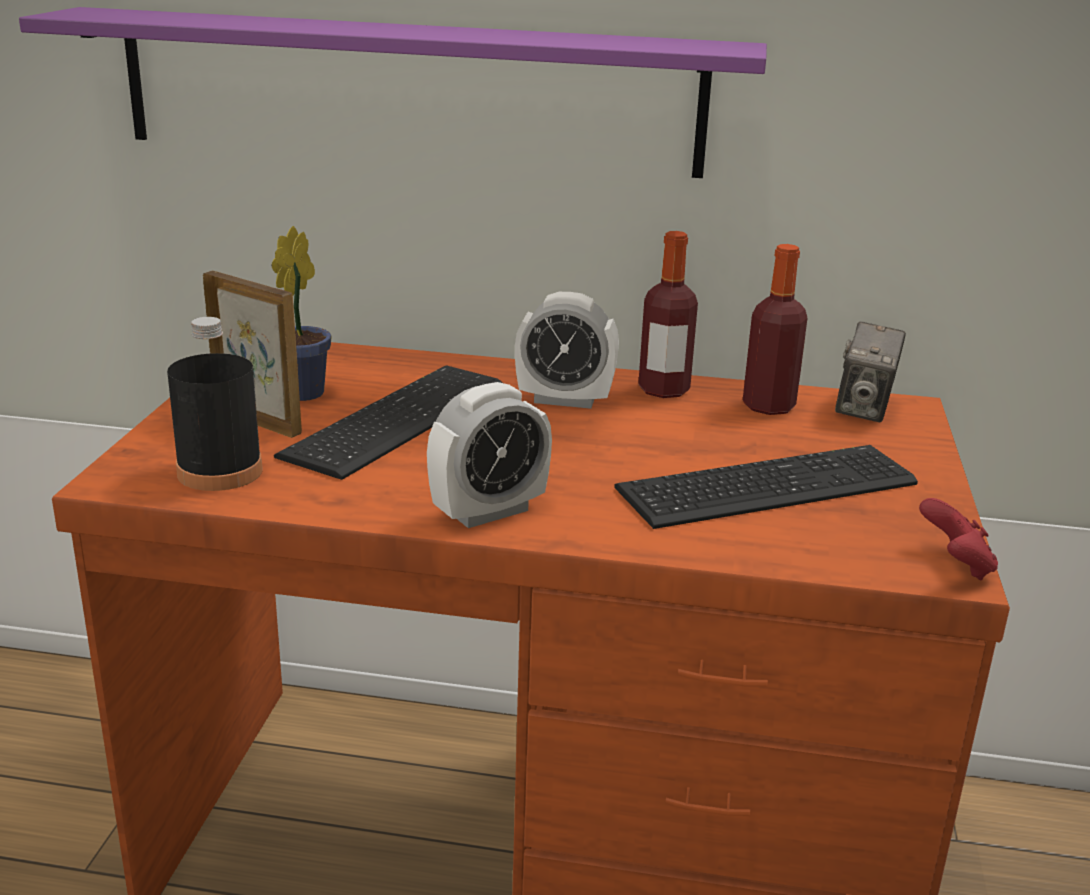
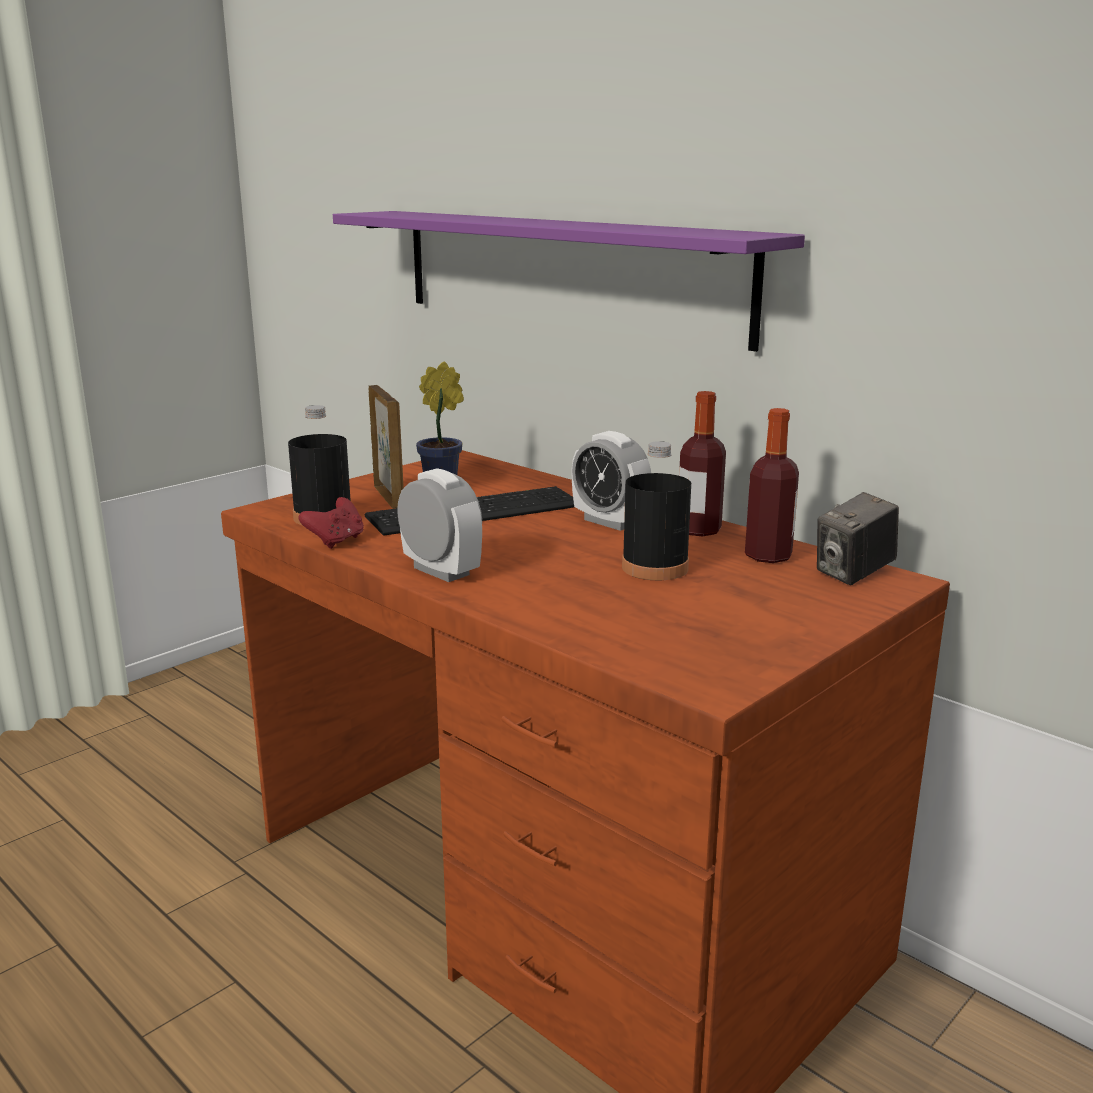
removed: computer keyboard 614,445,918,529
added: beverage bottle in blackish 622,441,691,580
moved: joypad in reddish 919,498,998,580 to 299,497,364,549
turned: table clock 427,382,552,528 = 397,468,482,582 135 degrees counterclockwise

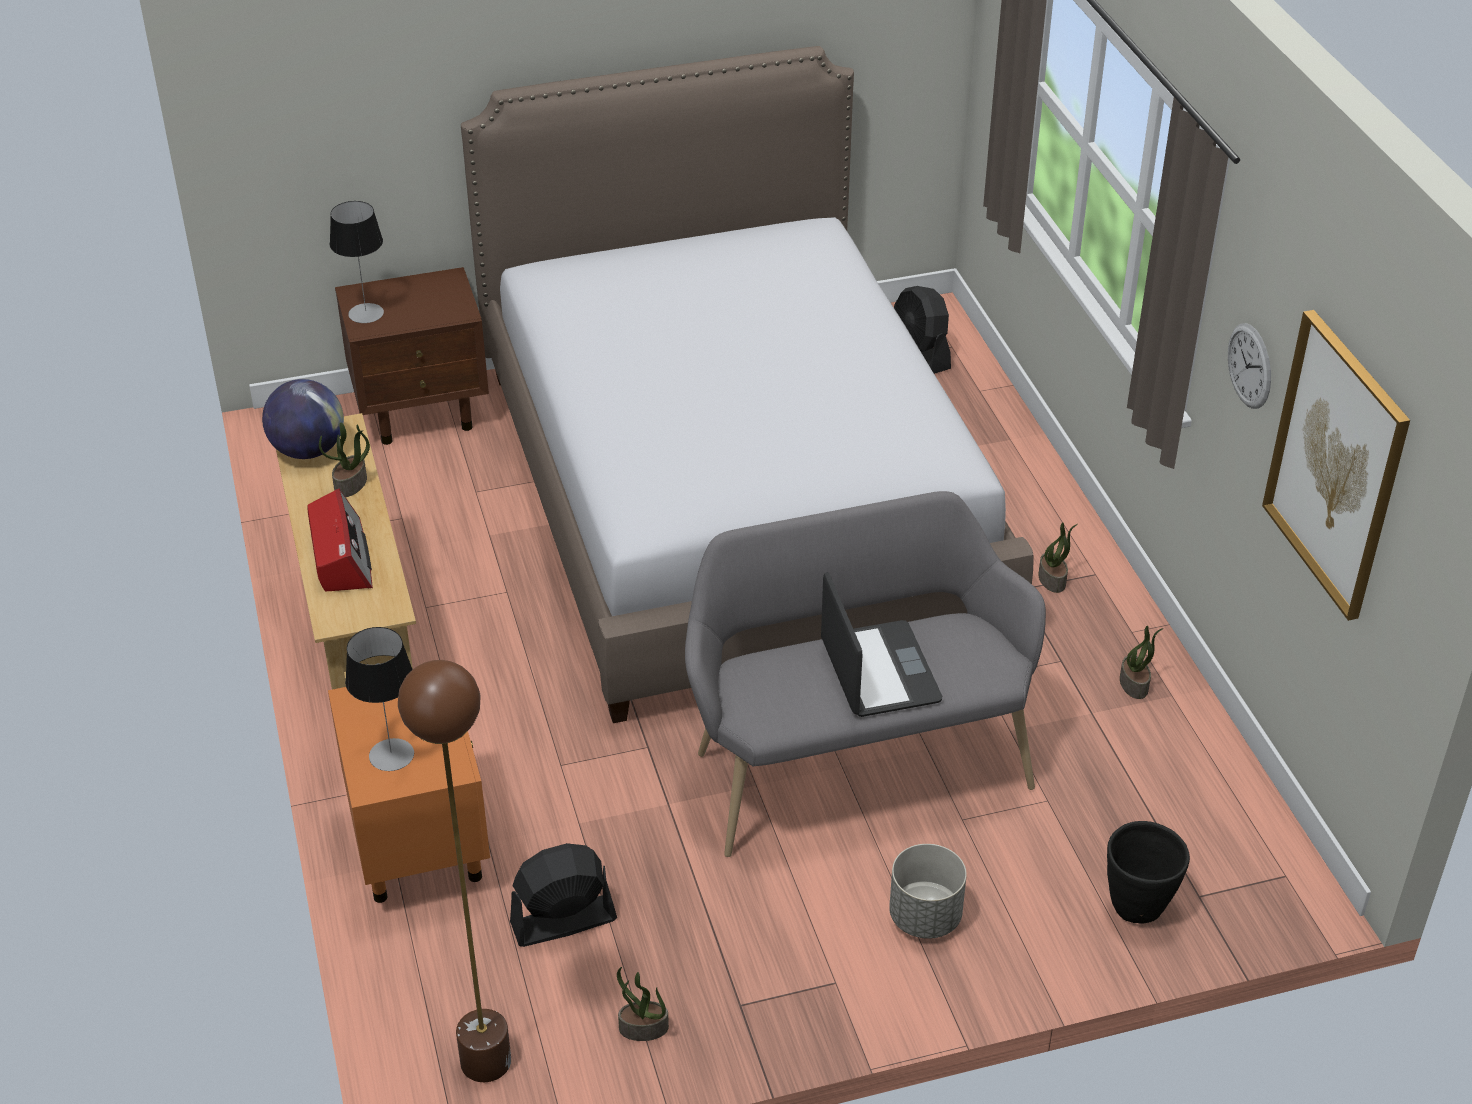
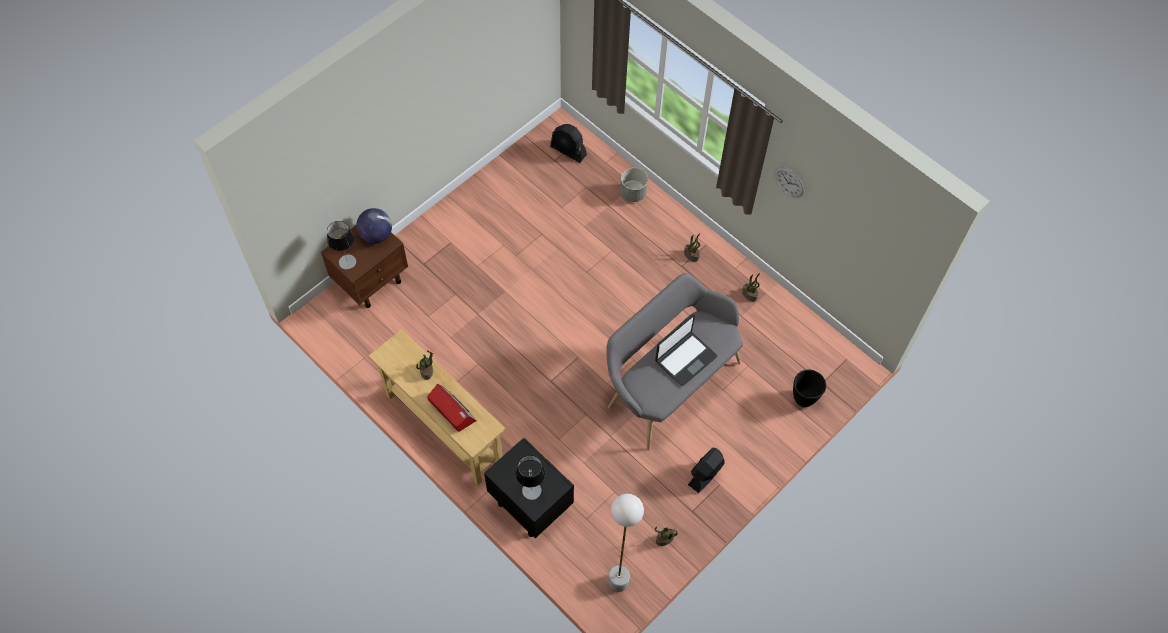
removed: bed 461,46,1033,723; picture 1262,310,1410,621
moved: world globe 262,379,344,459 to 356,208,392,243; cooling fan in blackish 510,843,617,947 to 688,448,725,493; flower pot in gray 889,844,967,939 to 620,168,648,202
recoloured: bedside table in orange-coloured 328,687,490,903 to bedside table in blackish 484,438,574,538; floor lamp in brown 398,660,511,1082 to floor lamp in white-coloured 608,494,644,592
turned: notebook computer 821,572,942,717 = 655,314,717,386 90 degrees clockwise

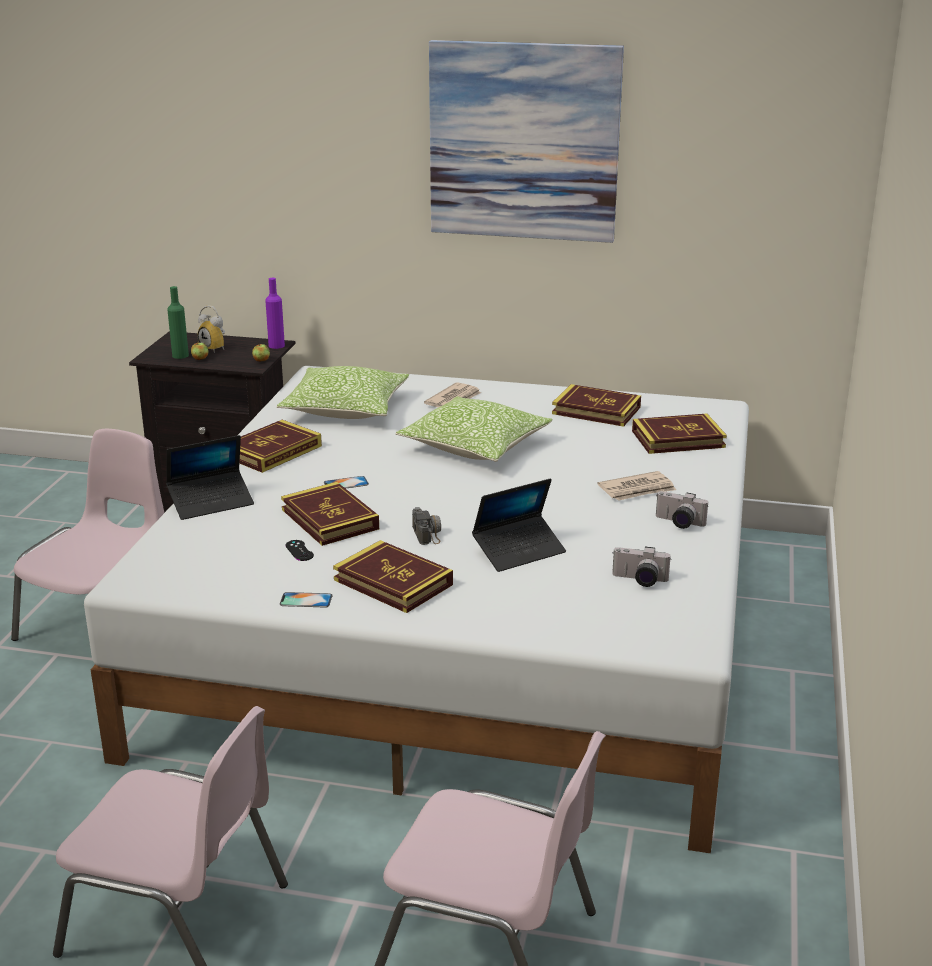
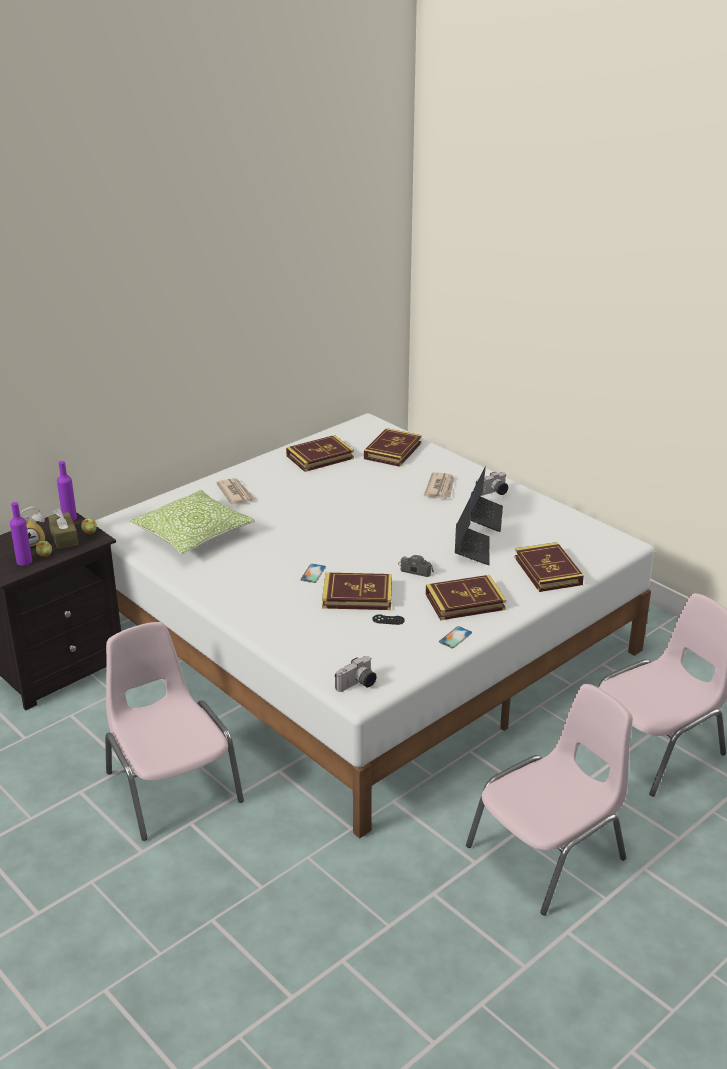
removed: throw pillow 395,396,553,462; picture 429,40,624,243
added: box of tissues in brown 48,508,79,549
moved: notebook computer 166,435,254,520 to 471,467,503,532; bound book 239,420,322,473 to 515,542,584,592; still camera 612,547,671,587 to 335,656,377,692
recoloured: beverage bottle in green-coloured 167,286,189,359 to beverage bottle in purplish 10,502,32,566

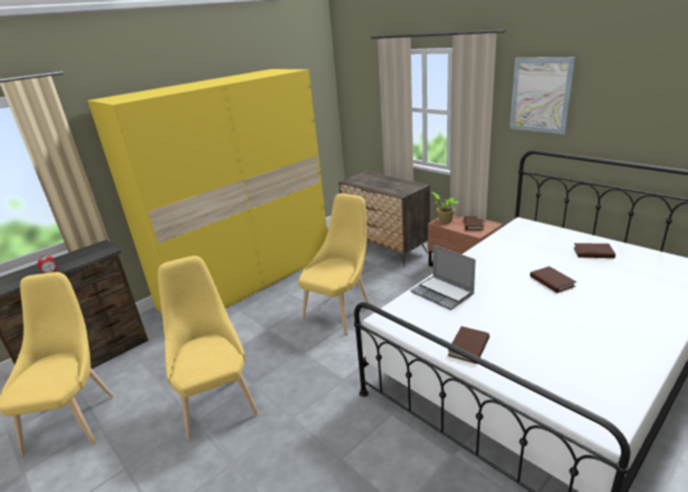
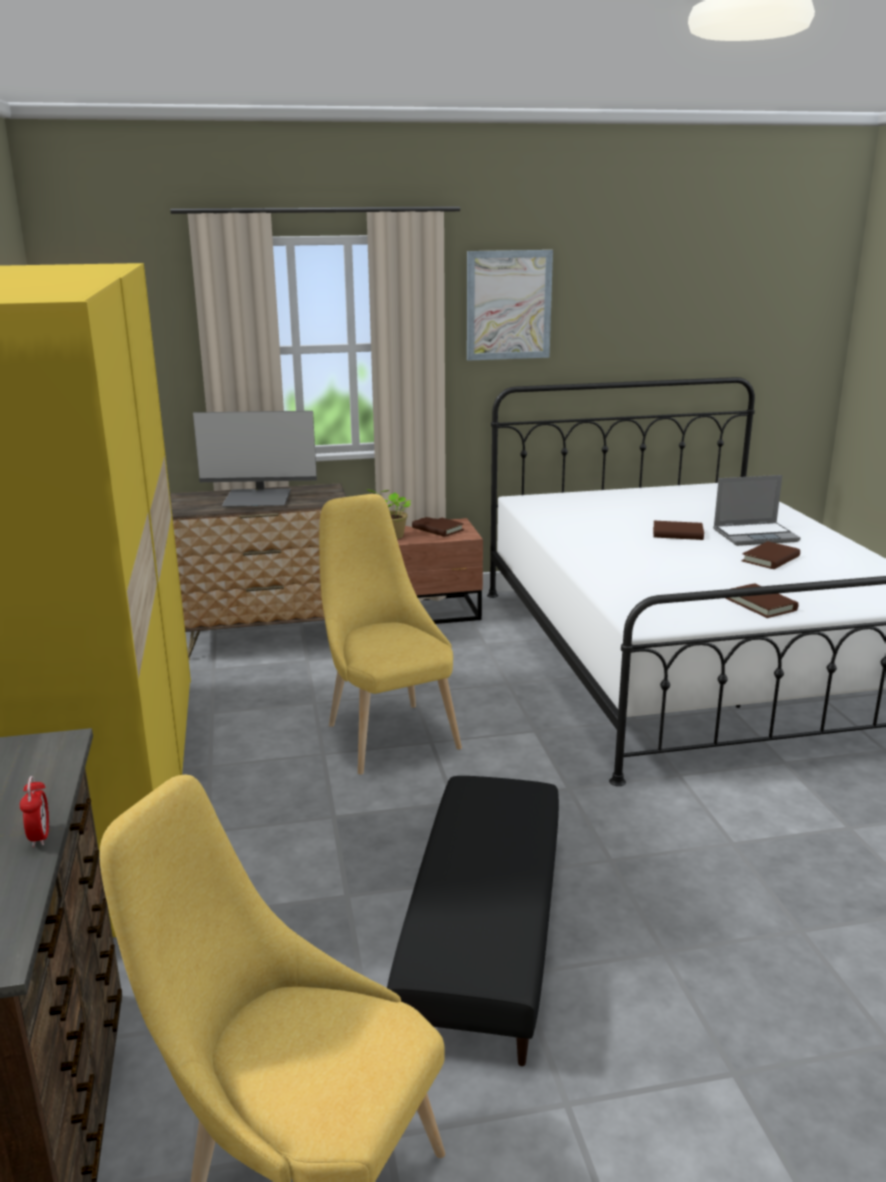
added: computer display 193,411,317,507
moved: notebook computer 411,245,476,310 to 713,475,800,546; bound book in brown 574,243,616,258 to 742,541,800,569
replaced: plain chair in yellow-coloured 158,256,259,441 to pouffe in blackish 387,776,559,1066

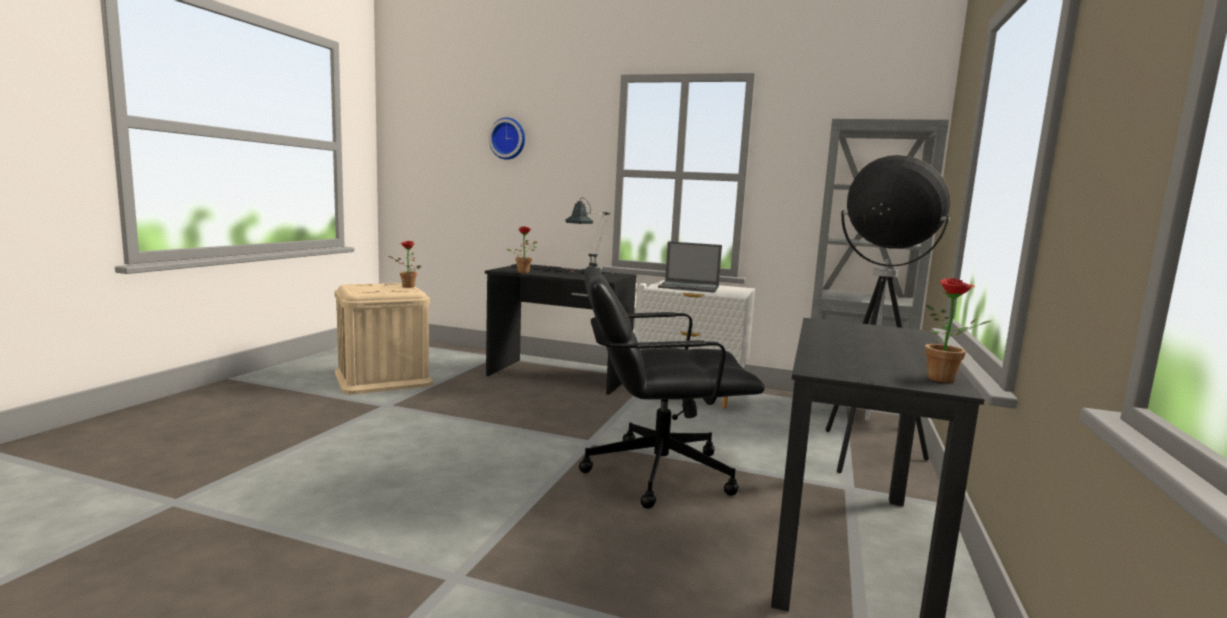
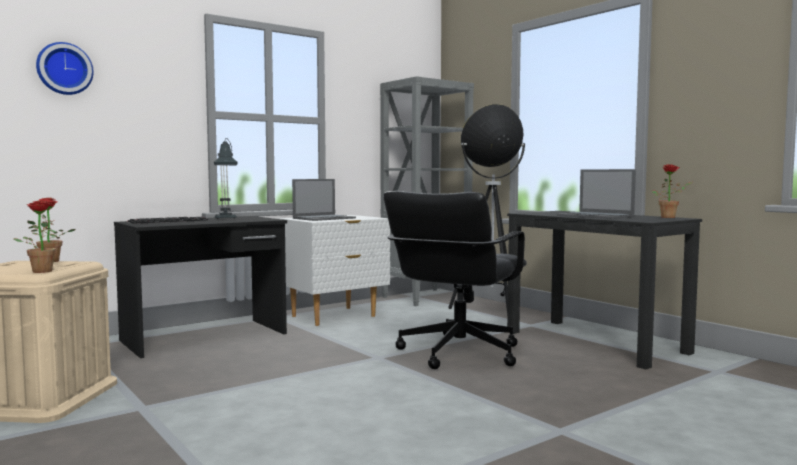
added: notebook computer 556,169,636,219
moved: plant in a pot 507,226,537,273 to 14,200,57,273

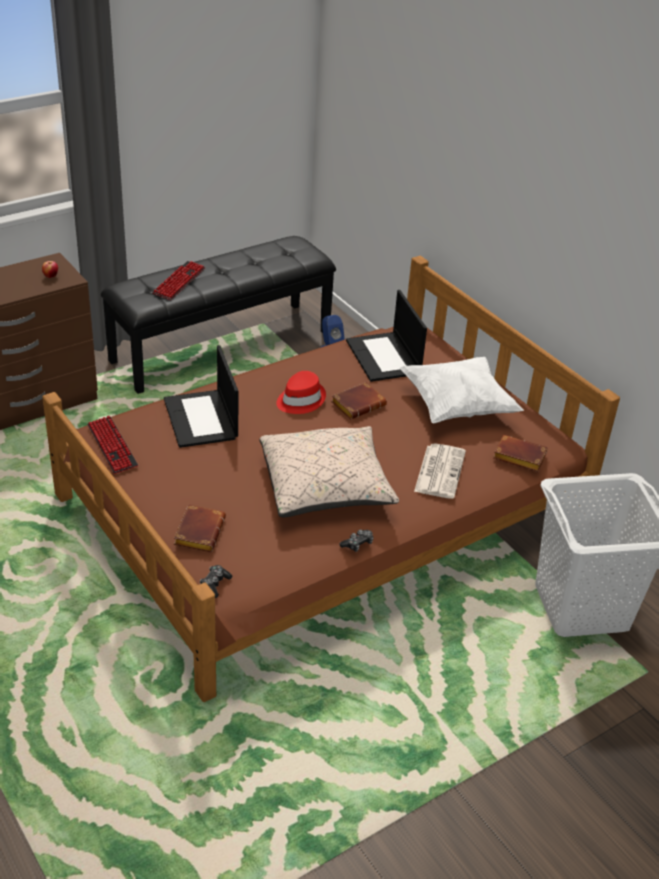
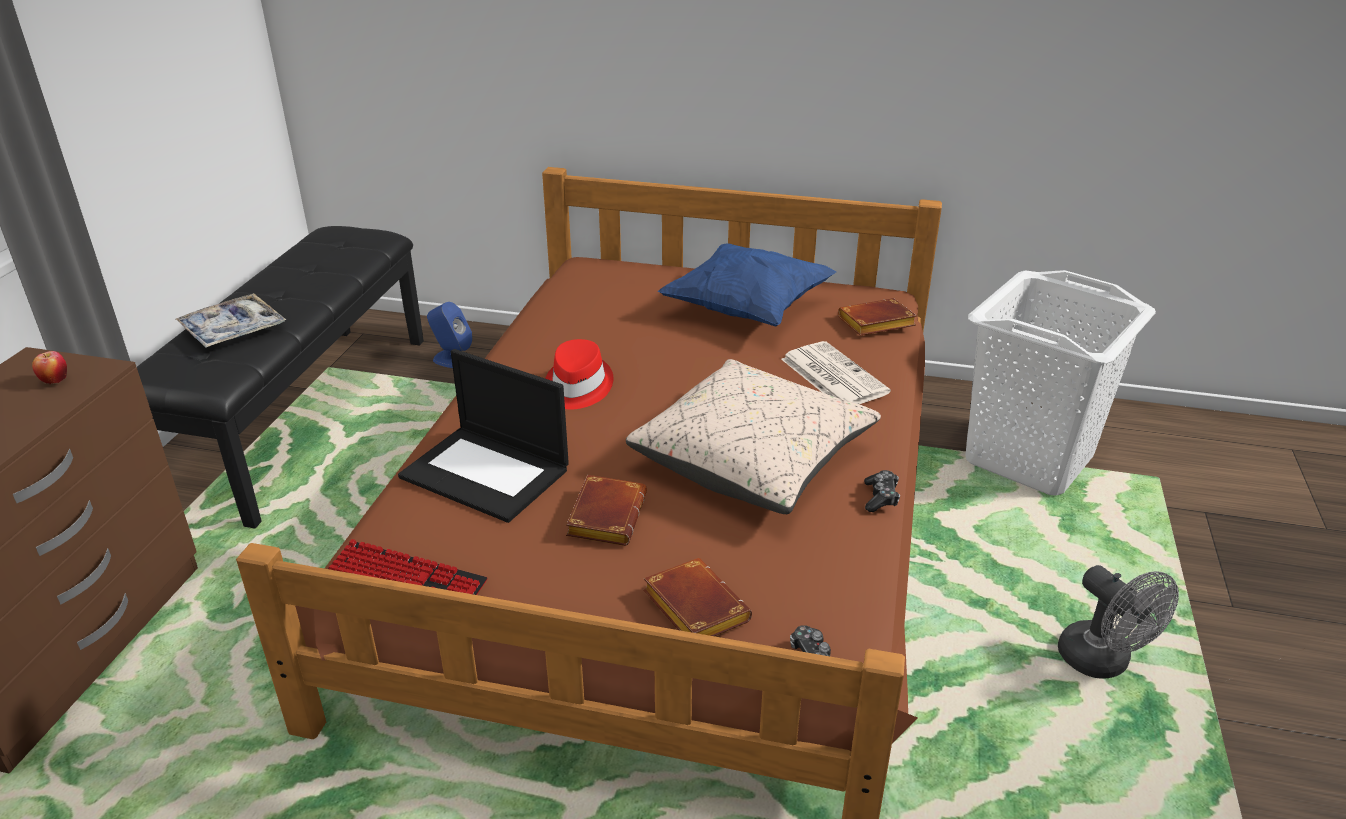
removed: notebook computer 346,290,427,382
added: cooling fan in gray 1058,565,1179,679
moved: bound book in brown 331,382,387,419 to 566,475,647,546
replaced: computer keyboard 152,261,205,300 to serving tray 175,293,286,348
recoloured: throw pillow in white-coloured 400,357,524,424 to throw pillow in blue-coloured 658,243,837,327

